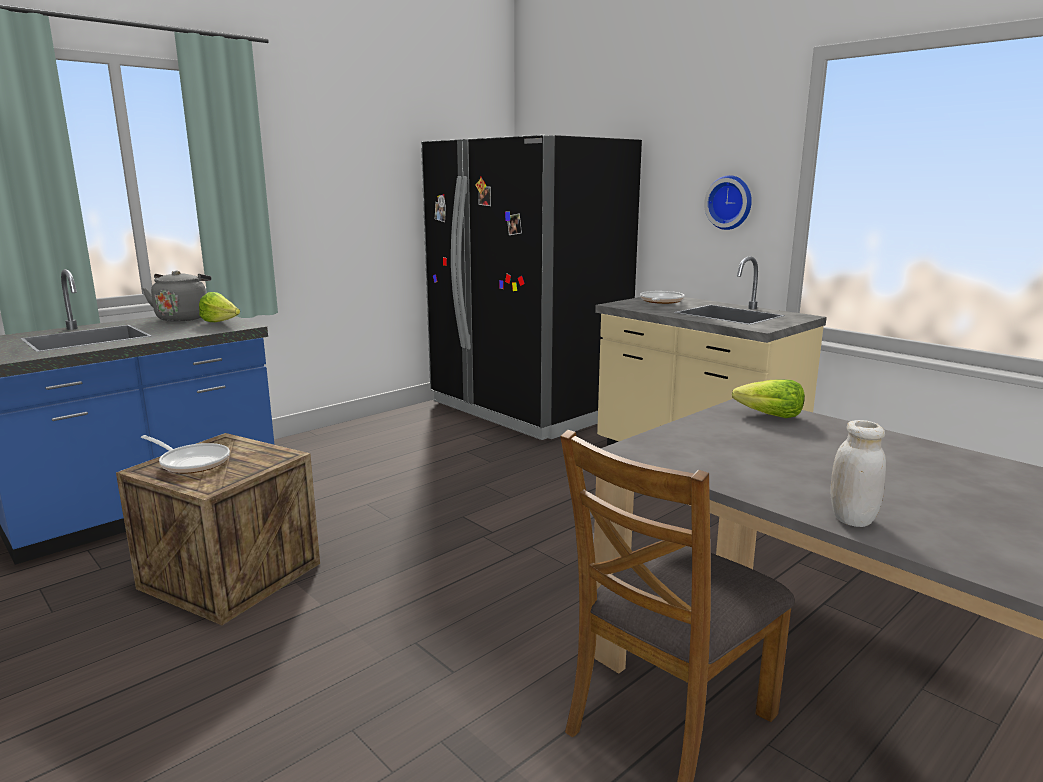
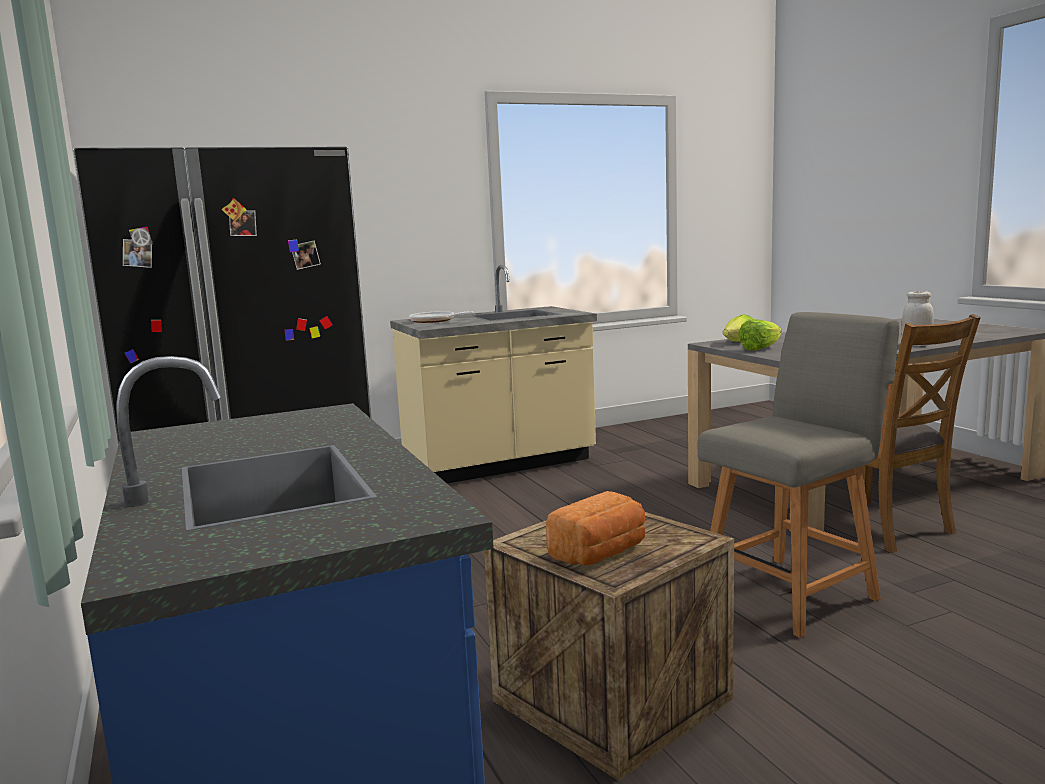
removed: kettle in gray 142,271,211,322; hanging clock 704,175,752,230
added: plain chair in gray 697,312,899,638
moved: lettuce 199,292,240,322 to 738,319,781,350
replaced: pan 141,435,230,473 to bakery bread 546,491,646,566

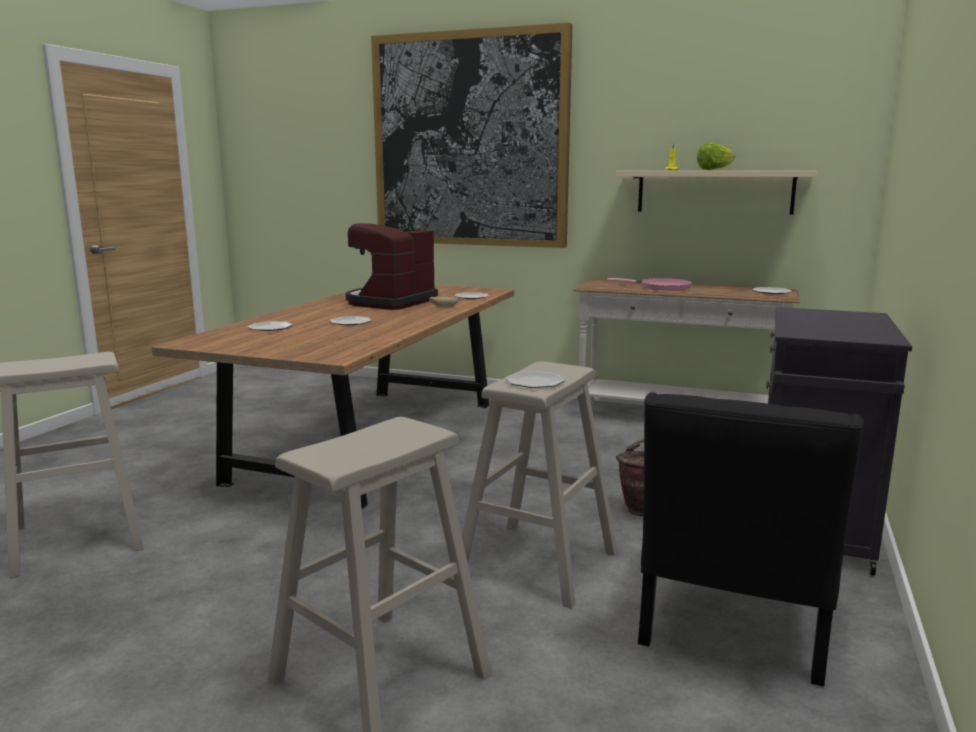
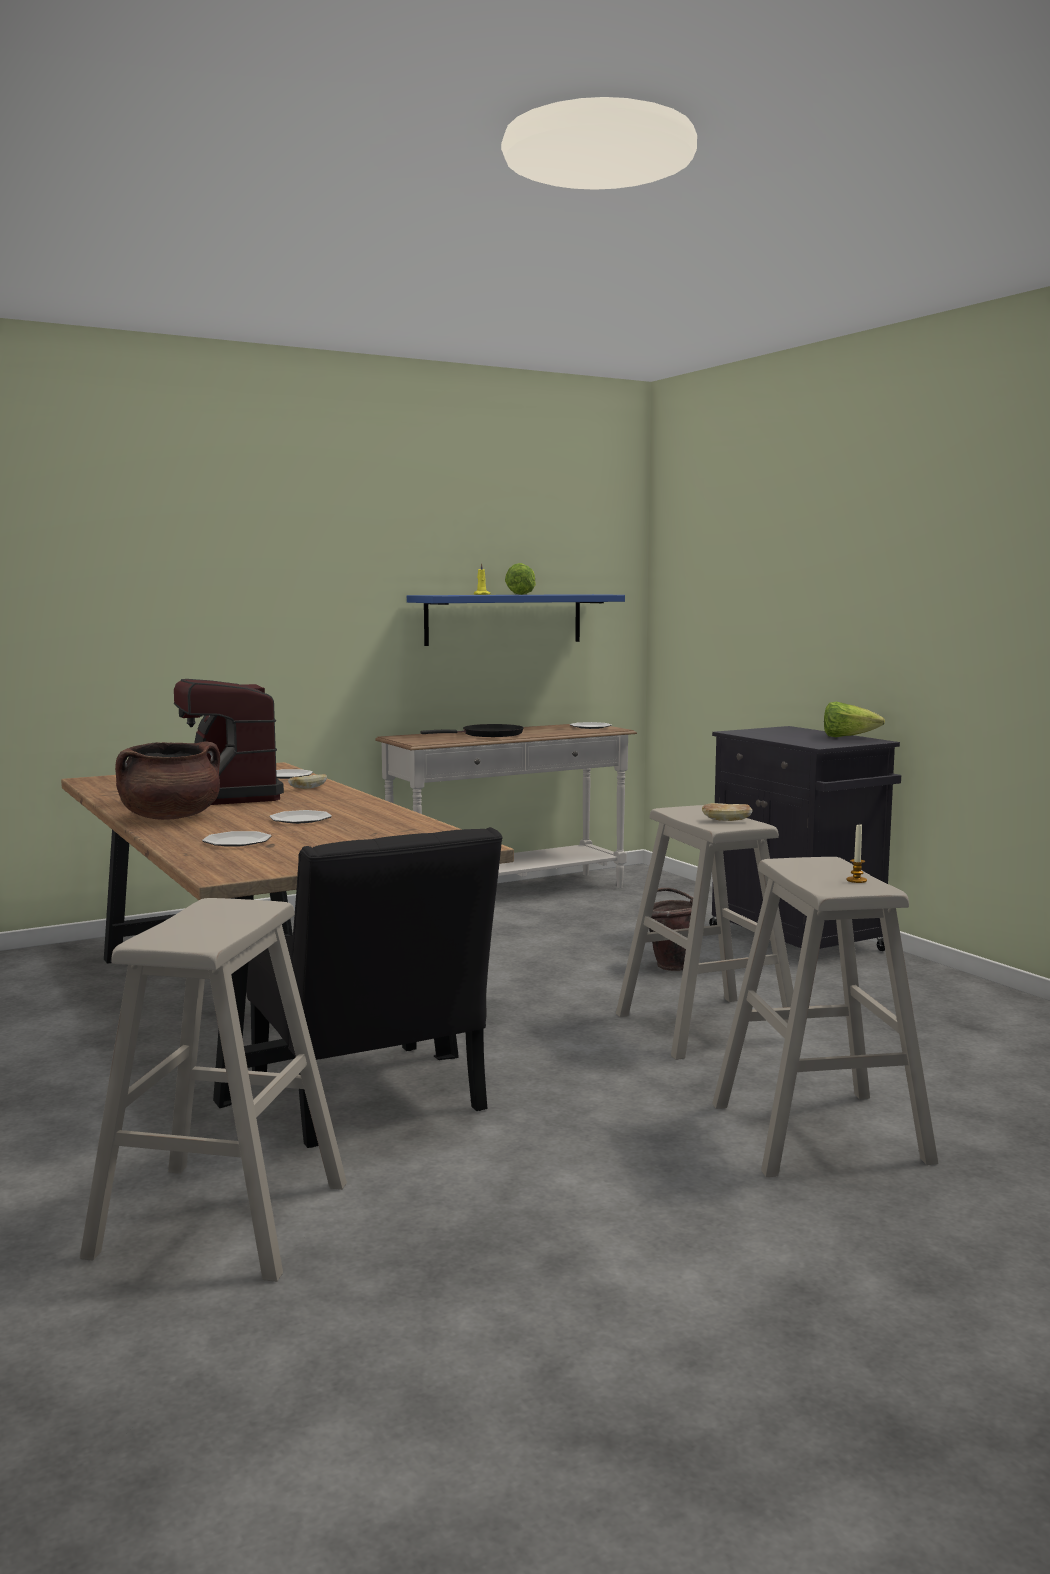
removed: picture 371,23,572,248
added: stockpot in brown 115,741,220,820; lettuce 824,702,885,737; candle 847,824,867,883
moved: plain chair in blackish 638,392,864,687 to 246,827,503,1148
replaced: dinner plate 505,371,565,388 to bakery bread 702,803,753,821
recoloured: pan in pink-coloured 607,278,692,290 to pan in blackish 420,724,524,737; bracket shelf in beige-coloured 616,171,818,215 to bracket shelf in blue-coloured 407,594,625,646

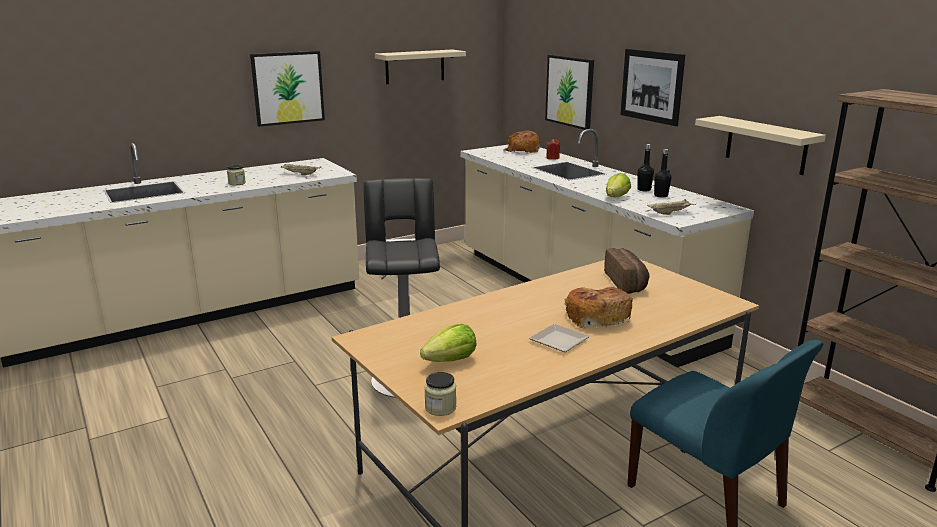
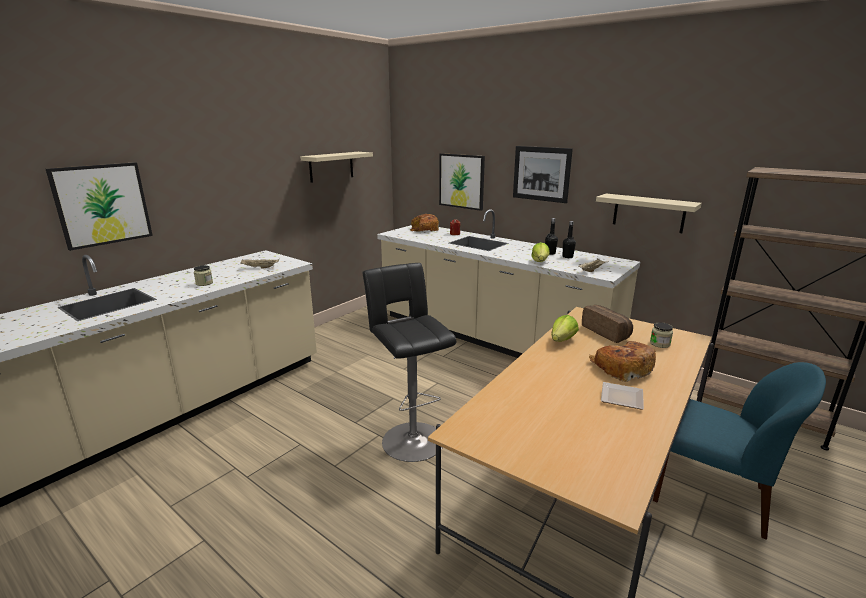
moved: picture 250,51,325,127 to 46,162,153,251; lettuce 420,324,476,362 to 551,315,579,342; jar 424,372,456,416 to 650,322,673,348

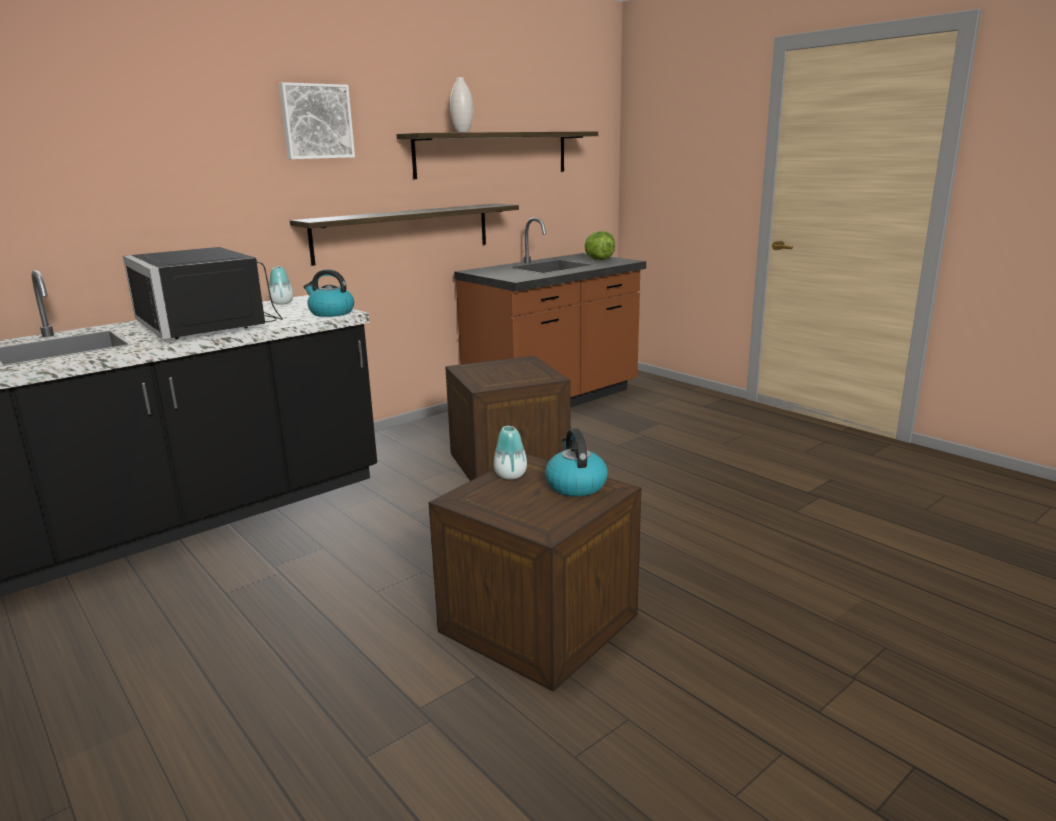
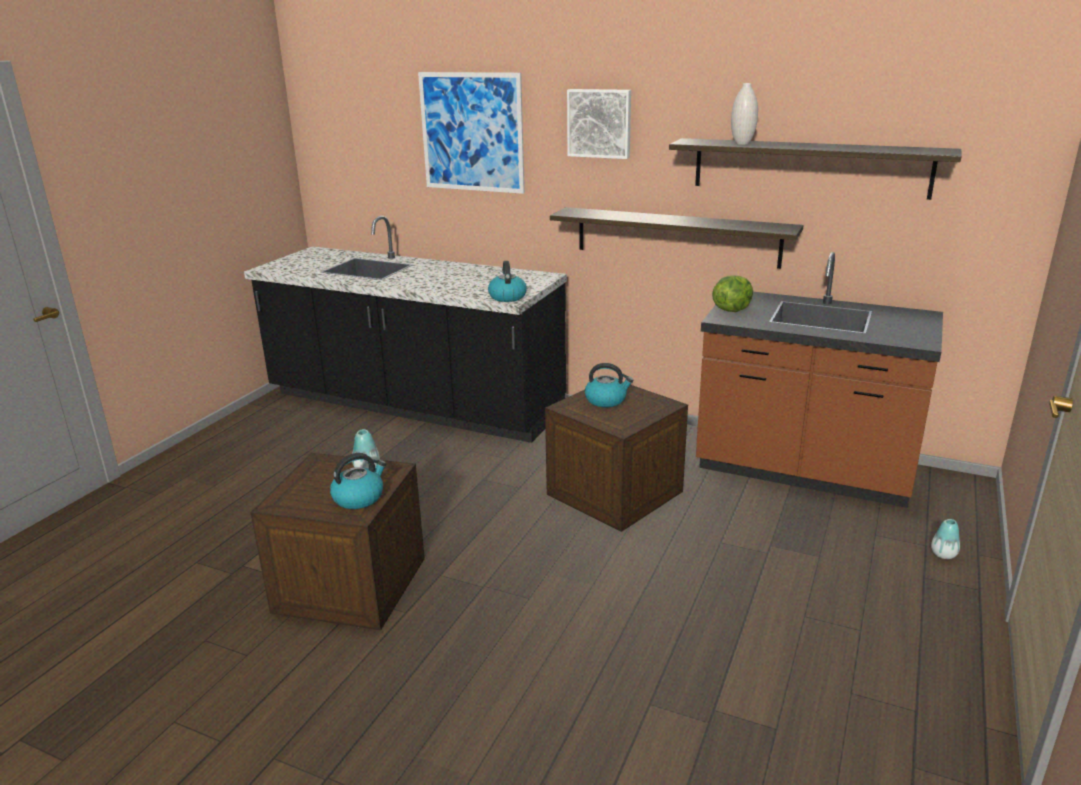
removed: microwave oven in blackish 123,247,283,339
added: picture 418,72,525,194; kettle 585,363,634,407
moved: decorative vase 269,266,293,305 to 931,519,960,559; lettuce 584,231,615,260 to 712,276,753,312

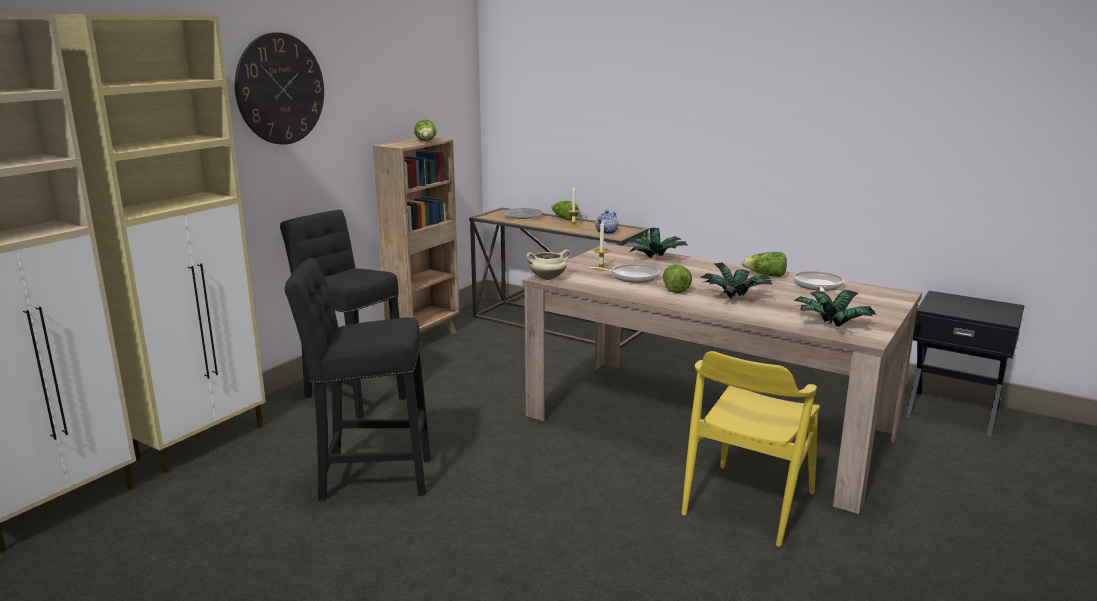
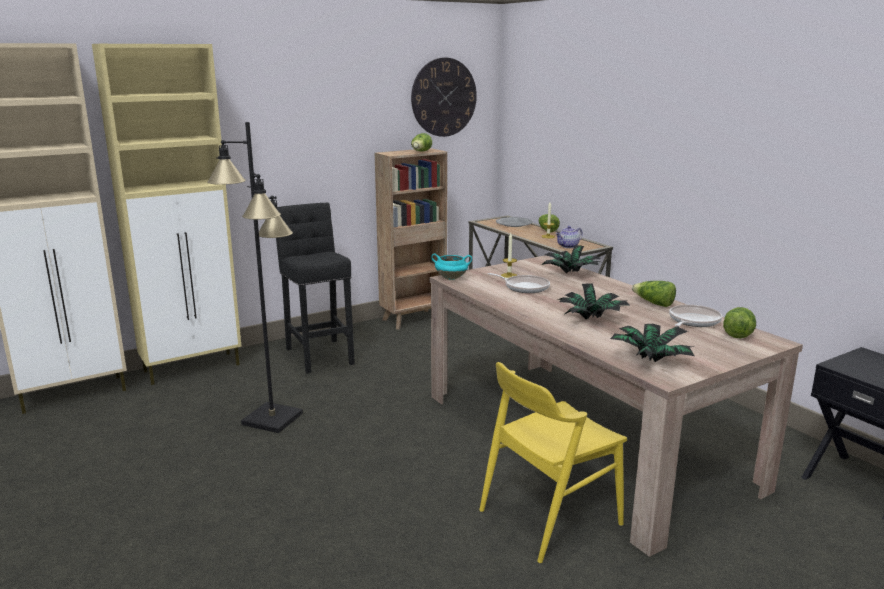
moved: hanging clock 235,32,324,145 to 411,58,477,137; lettuce 663,264,692,293 to 723,307,756,339
replaced: sitting stool in blackish 284,258,431,500 to floor lamp in blackish 208,122,303,433
recoloured: stockpot in beige-coloured 526,250,570,280 to stockpot in turquoise-coloured 431,253,472,280

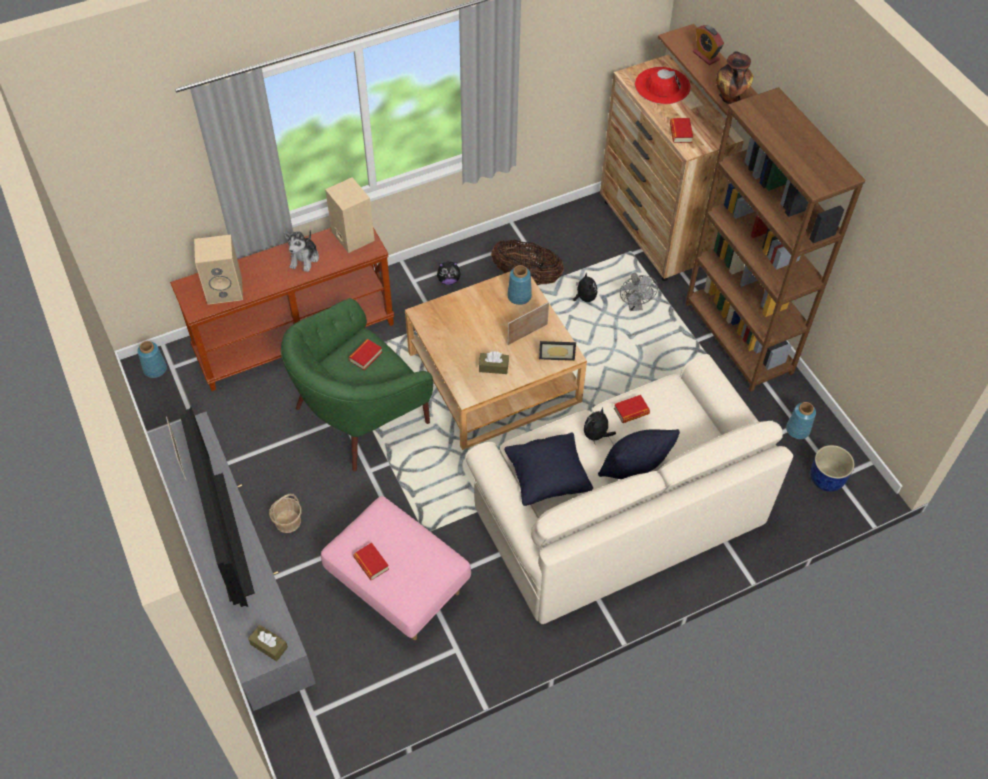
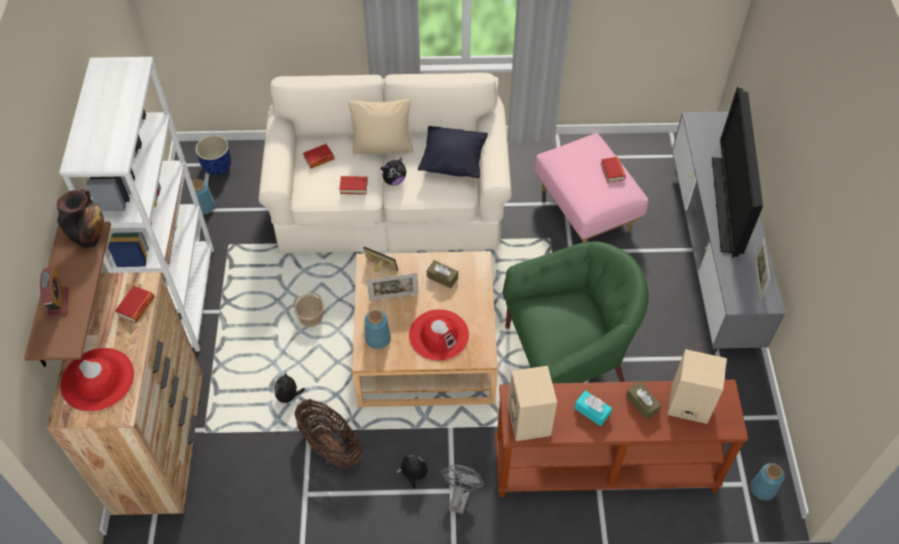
added: hat in reddish 409,309,469,361
moved: box of tissues in brown 248,625,288,661 to 626,382,661,420; household basket 269,494,302,533 to 294,293,324,327; bound book 349,339,382,370 to 303,144,334,169; cooling fan in gray 620,273,658,311 to 441,465,484,514
replaced: cuddly toy 284,230,319,272 to box of tissues in turquoise-coloured 574,390,612,426
recoloured: throw pillow in blackish 598,429,680,479 to throw pillow in beige-coloured 348,99,413,155; bookshelf in brown 685,87,866,392 to bookshelf in white-coloured 59,57,214,352

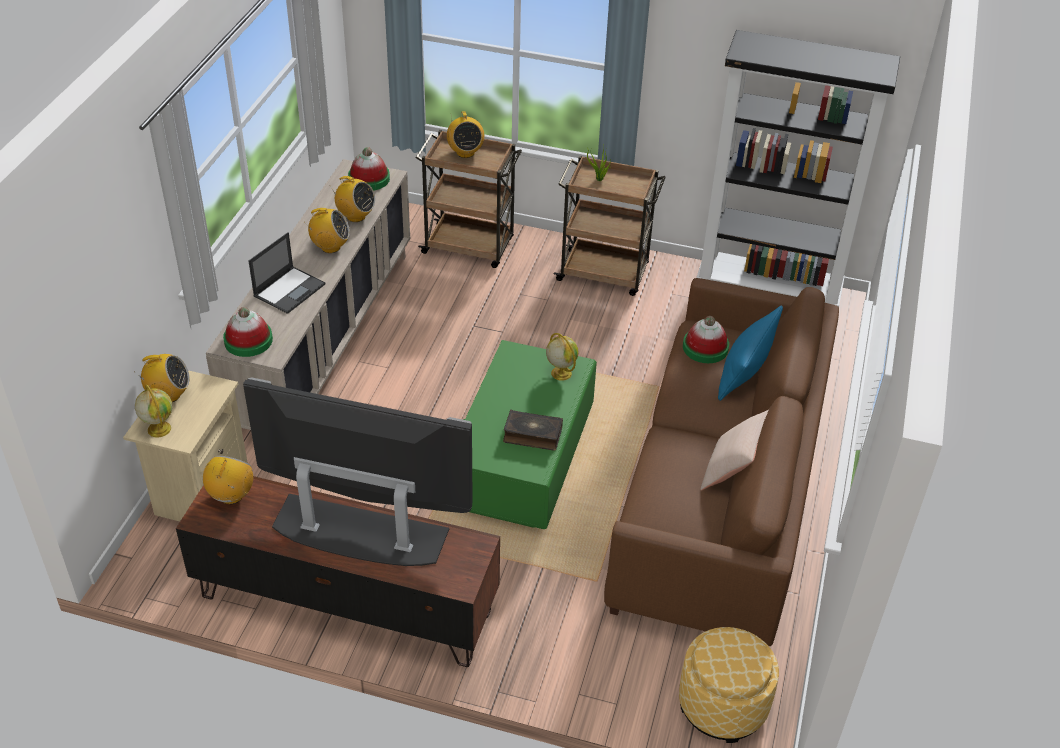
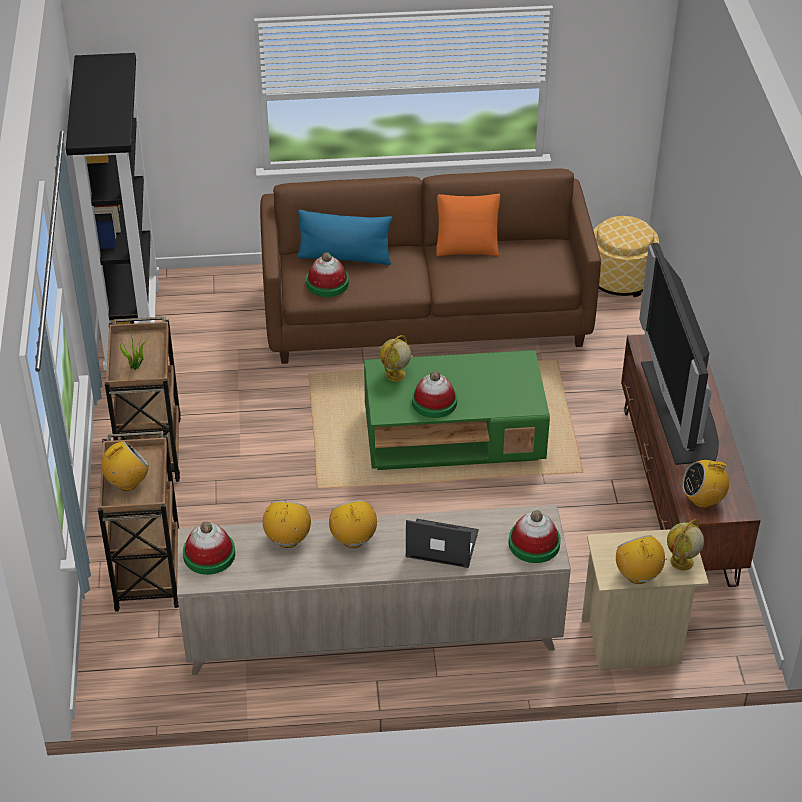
removed: bound book 503,410,563,451
added: hat 412,371,457,418
recoloured: throw pillow in beige-coloured 701,410,769,490 to throw pillow in orange-coloured 436,194,500,256

